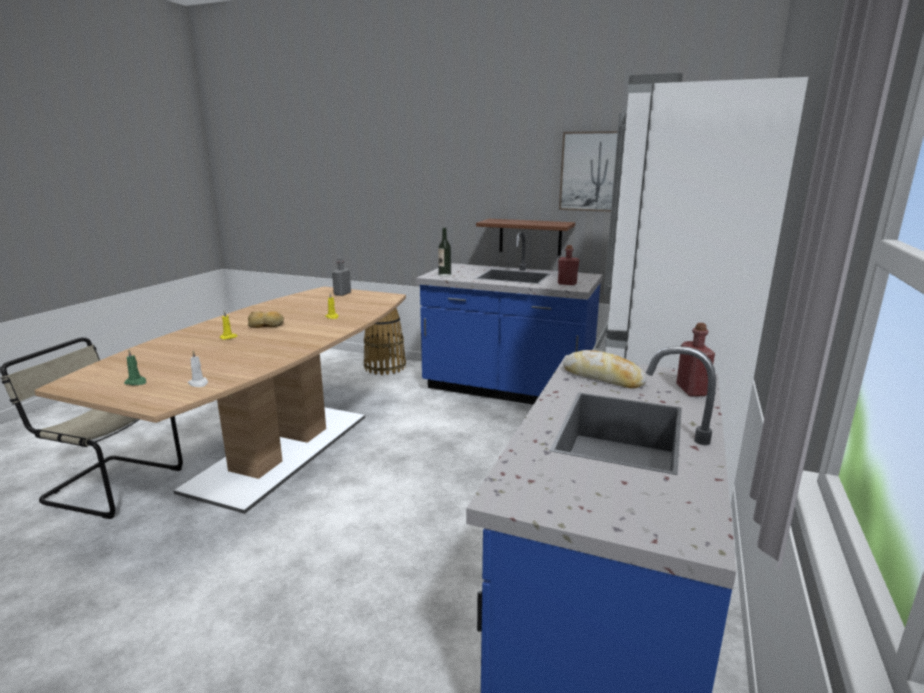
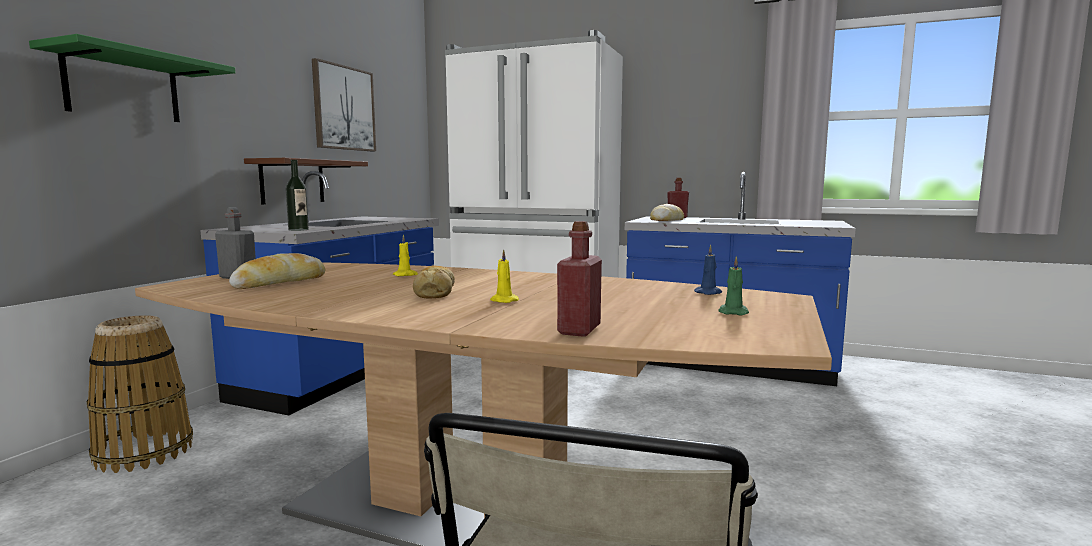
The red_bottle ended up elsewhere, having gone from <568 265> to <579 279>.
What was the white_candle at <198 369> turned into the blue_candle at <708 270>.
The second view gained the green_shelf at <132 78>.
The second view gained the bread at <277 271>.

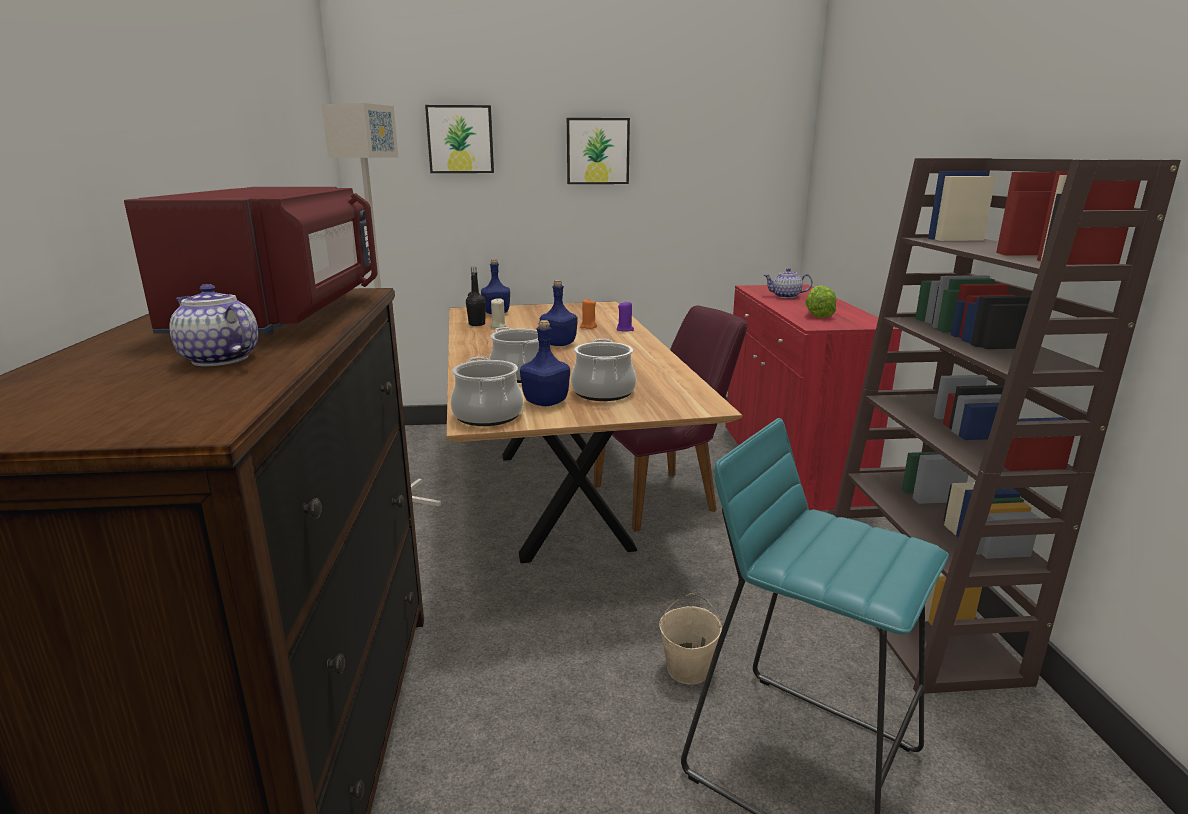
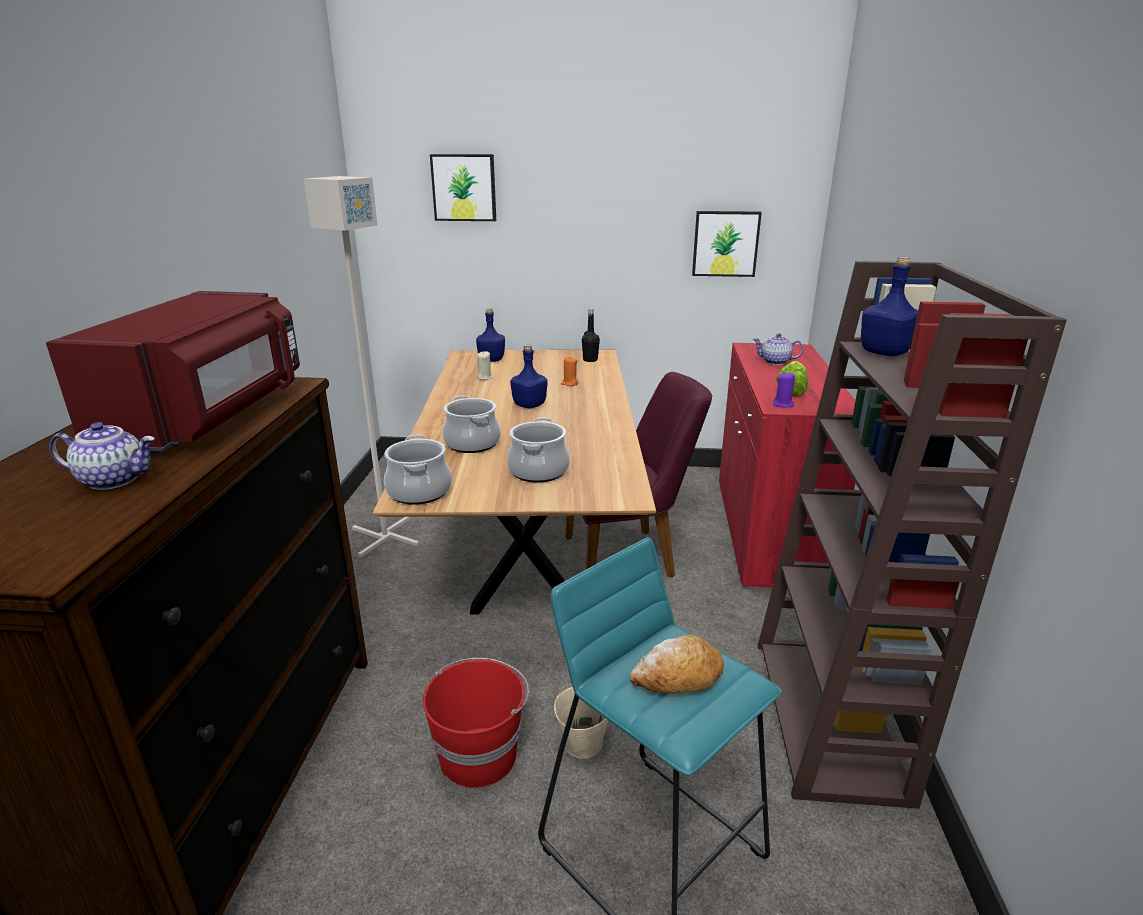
The picture ended up elsewhere, having gone from <598 151> to <727 244>.
The black_bottle ended up elsewhere, having gone from <476 296> to <591 335>.
The teapot at <214 325> ended up facing another way, 135 degrees clockwise from before.
The purple_candle ended up elsewhere, having gone from <625 316> to <784 389>.
The blue_bottle ended up elsewhere, having gone from <545 363> to <889 306>.
The second view gained the bread at <677 664>.
The second view gained the red_bucket at <476 723>.

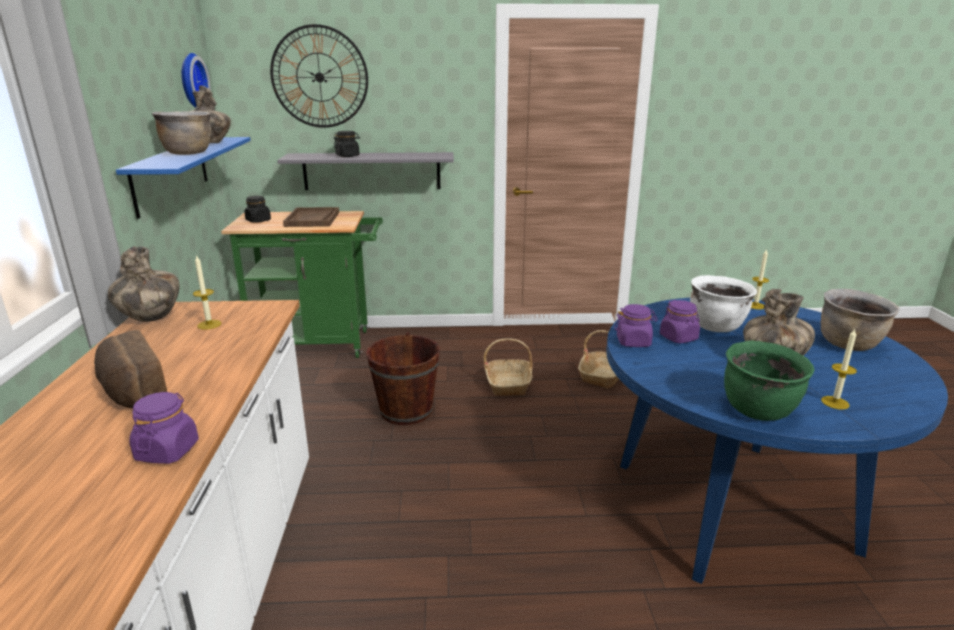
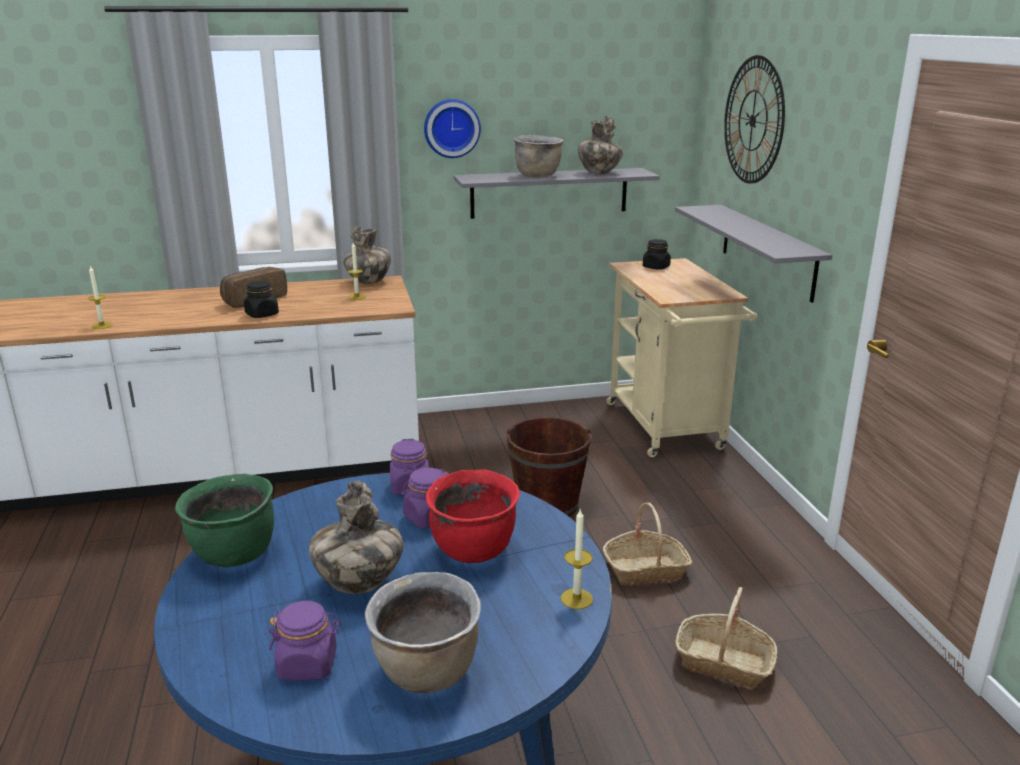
The wall_clock ended up elsewhere, having gone from <196 80> to <452 128>.
The black_jar ended up elsewhere, having gone from <347 144> to <261 299>.
What was the blue_shelf at <183 178> turned into the grey_shelf at <557 193>.
The second view lost the brown_tray at <311 217>.
What was the green_cart at <302 284> turned into the beige_cart at <682 357>.
What was the white_cooking_pot at <723 303> turned into the red_cooking_pot at <473 516>.
The candle ended up elsewhere, having gone from <839 369> to <100 297>.
The purple_jar ended up elsewhere, having gone from <164 428> to <304 641>.

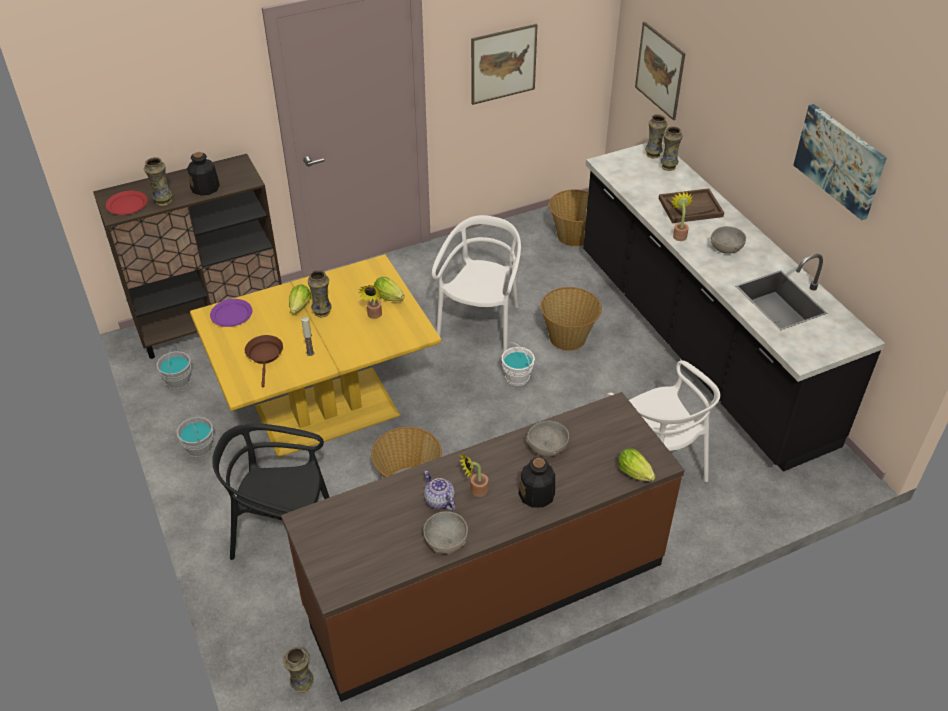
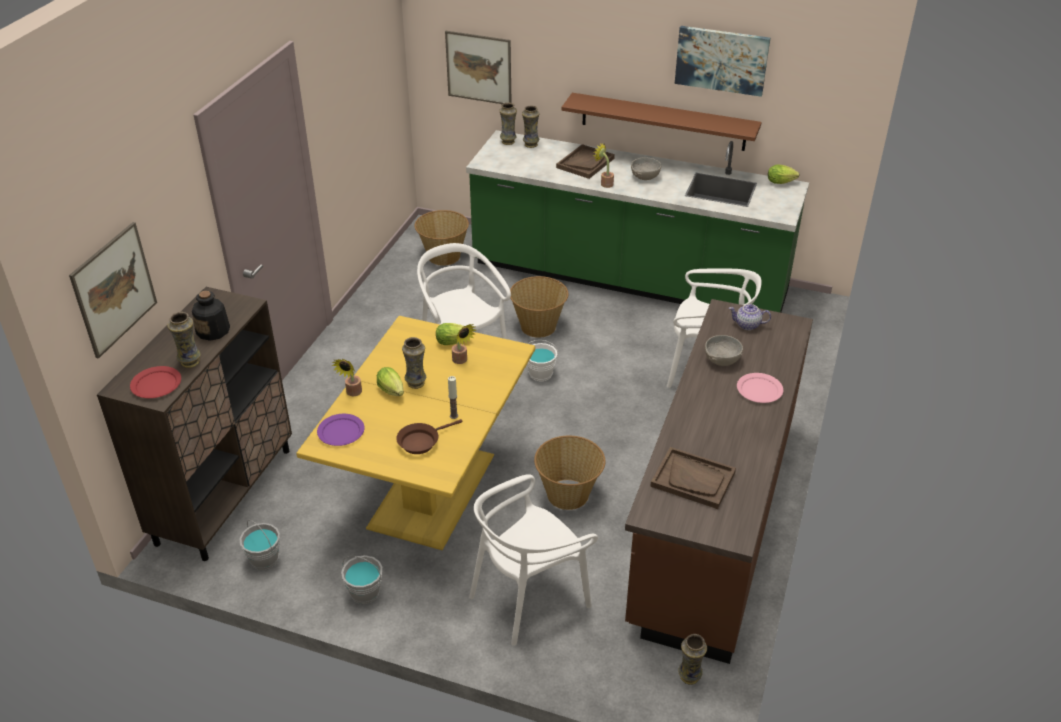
The picture ended up elsewhere, having gone from <504 64> to <113 290>.
What was the black_counter at <734 307> turned into the green_counter at <637 221>.
The brown_frying_pan at <264 361> ended up facing another way, 75 degrees counterclockwise from before.
What was the black_chair at <271 491> turned into the white_chair at <533 560>.
The lettuce ended up elsewhere, having gone from <637 465> to <783 174>.
The potted_plant ended up elsewhere, having gone from <474 475> to <347 377>.
Where the bottle stood at <536 482>, the pink_plate came to stand at <760 388>.
The teapot ended up elsewhere, having gone from <439 491> to <750 317>.
The second view lost the grey_bowl at <445 532>.
The second view gained the brown_shelf at <662 122>.
The second view gained the brown_tray at <693 478>.

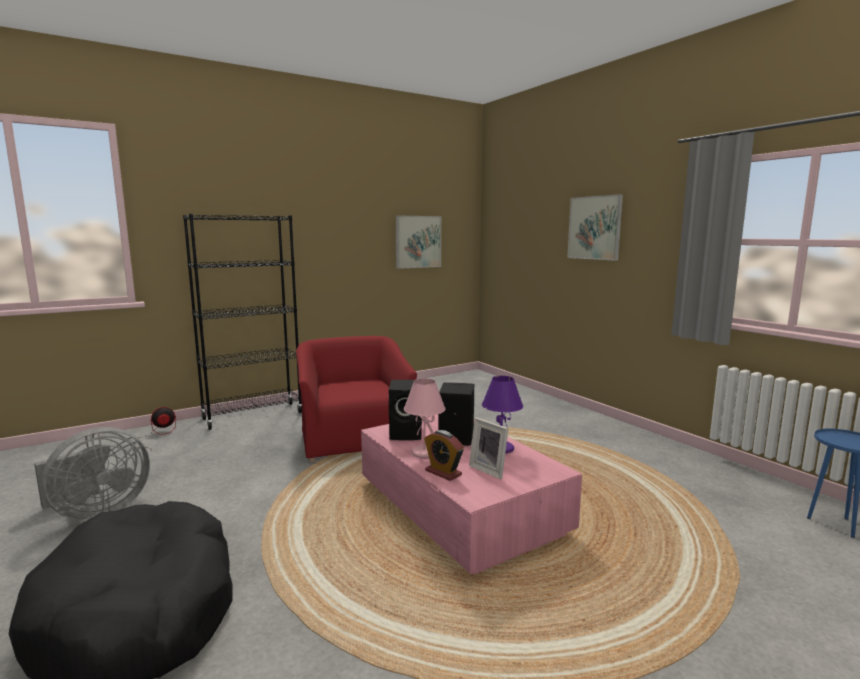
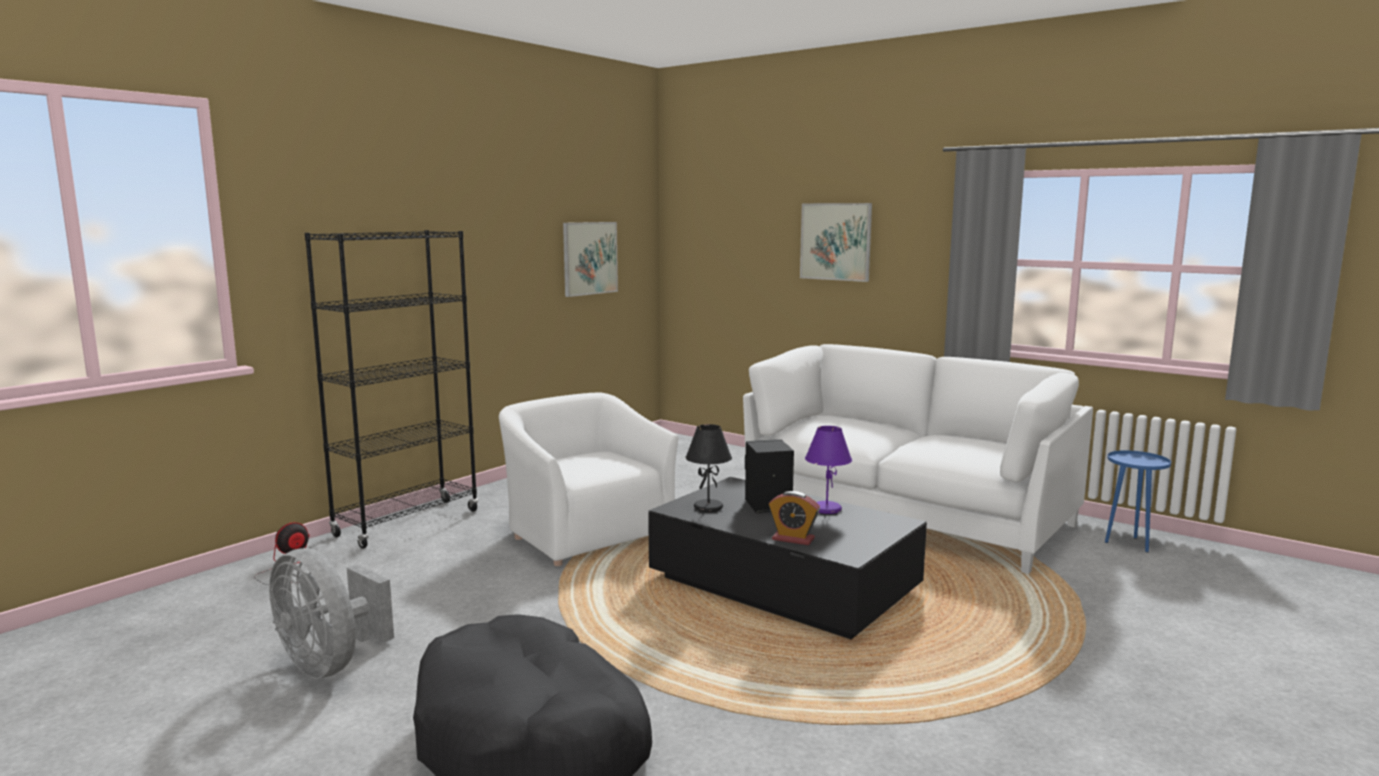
What was the red_armchair at <356 399> turned into the white_armchair at <589 479>.
The second view lost the pink_table_lamp at <425 418>.
Where the black_speaker stood at <405 410>, the black_table_lamp came to stand at <708 468>.
What was the pink_coffee_table at <471 494> turned into the black_coffee_table at <787 558>.
The second view lost the picture_frame at <489 448>.
The grey_fan at <92 474> ended up facing another way, 105 degrees clockwise from before.
The second view gained the white_sofa at <918 459>.

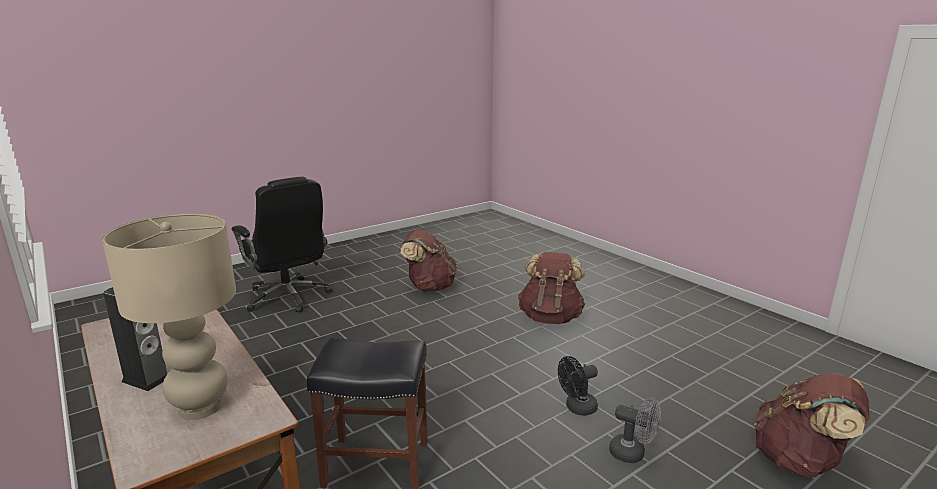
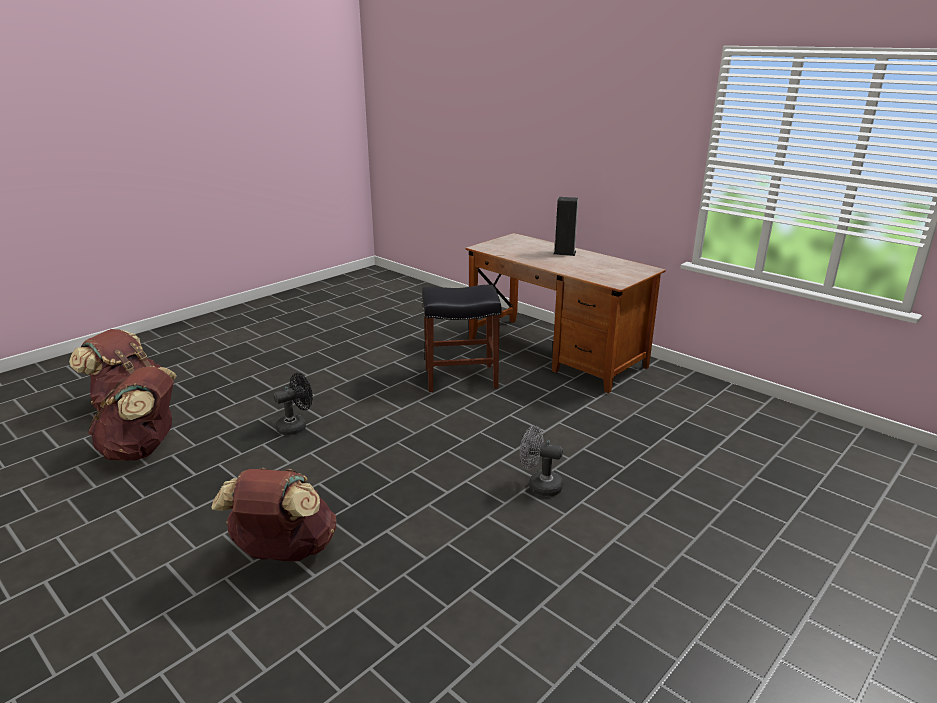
The second view lost the black_office_chair at <282 245>.
The second view lost the beige_table_lamp at <169 317>.
The brown_backpack ended up elsewhere, having gone from <429 261> to <132 413>.
The grey_fan ended up elsewhere, having gone from <635 430> to <541 460>.

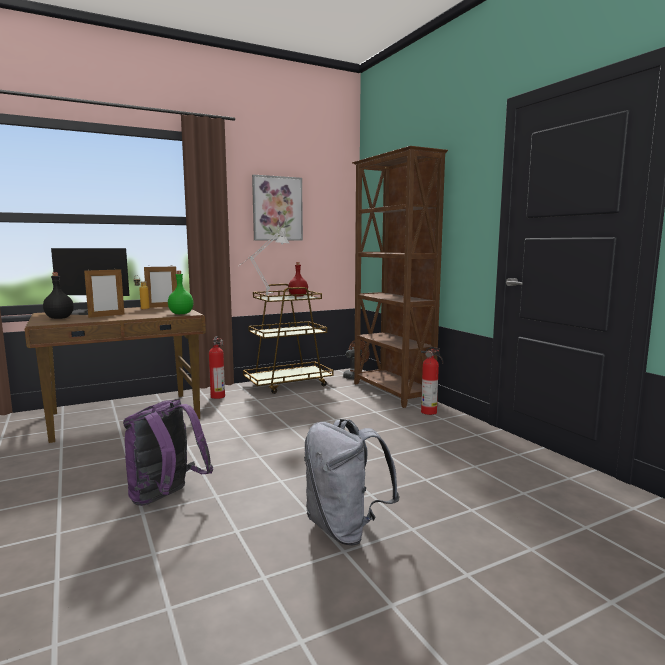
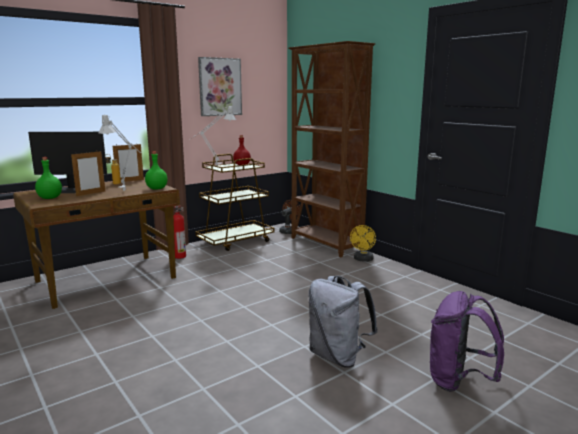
What was the black_bottle at <58 295> turned into the green_bottle at <48 178>.
Where the fire_extinguisher stood at <432 381>, the yellow_fan came to stand at <363 243>.
The purple_backpack ended up elsewhere, having gone from <168 453> to <467 341>.
The second view gained the grey_table_lamp at <119 152>.

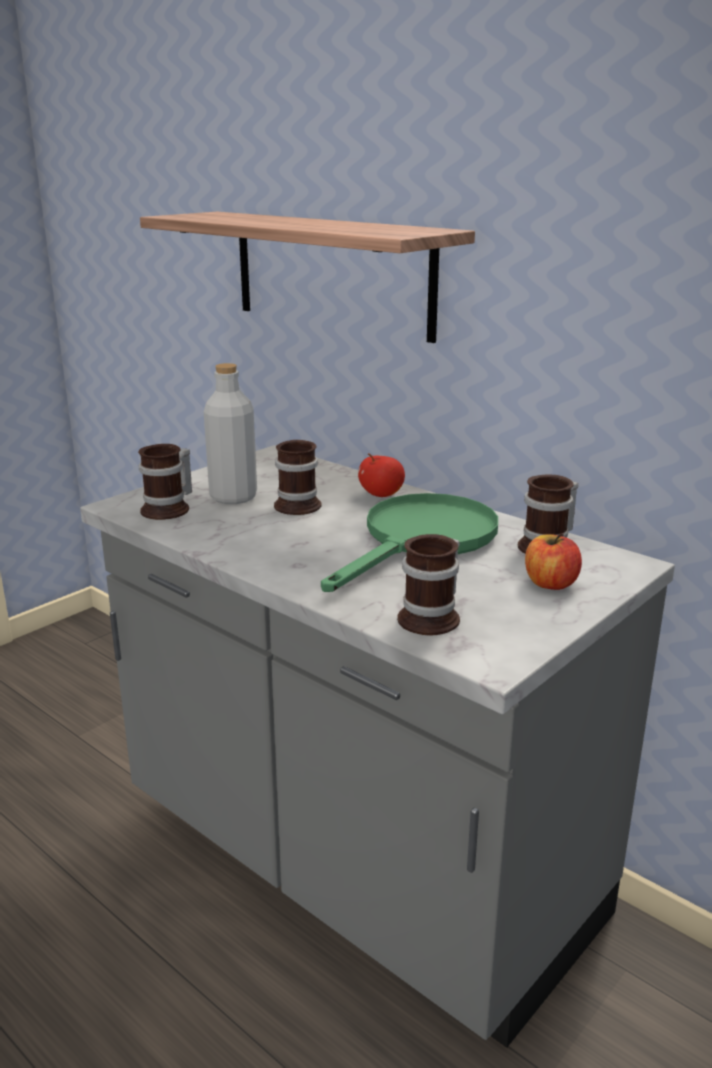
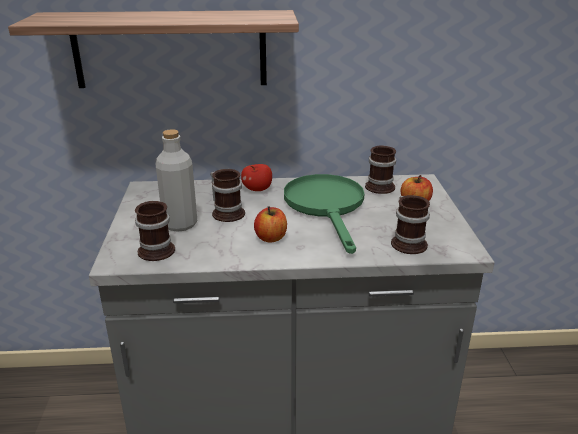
The second view gained the apple at <270 224>.

